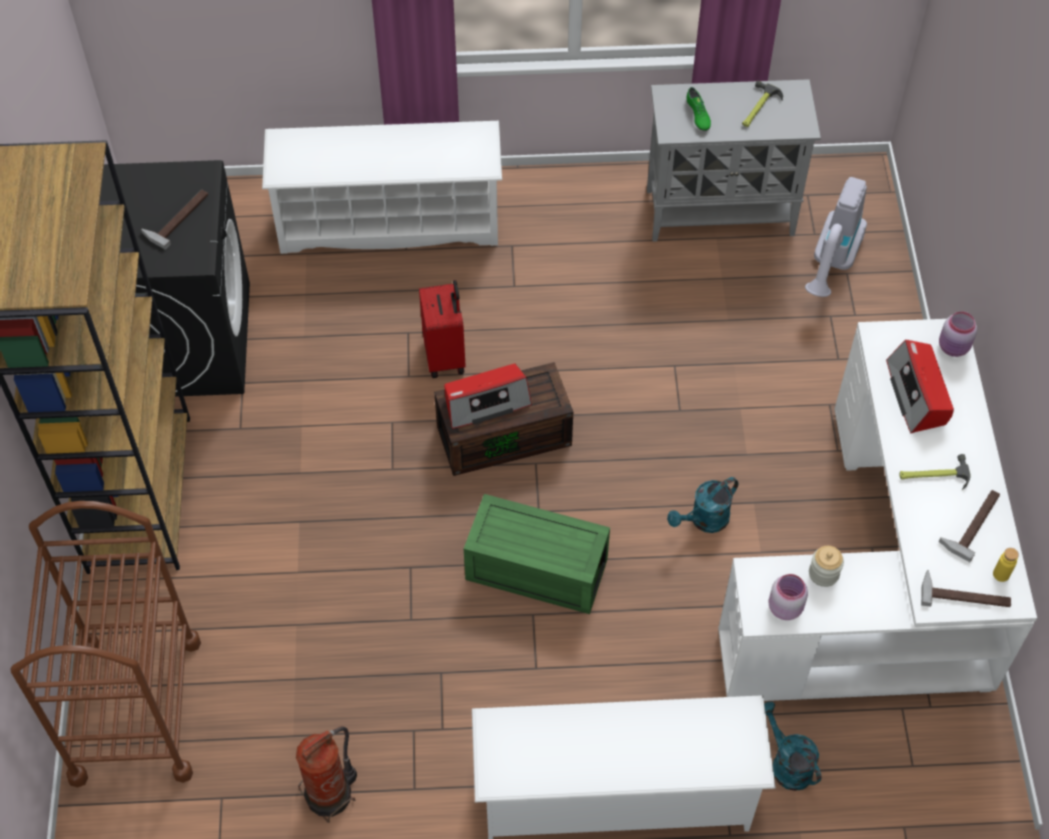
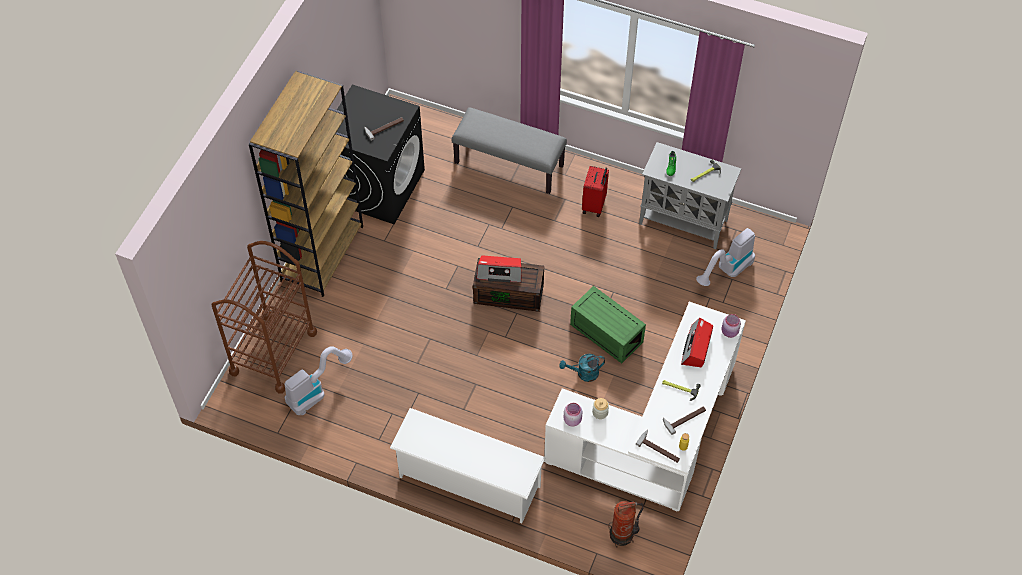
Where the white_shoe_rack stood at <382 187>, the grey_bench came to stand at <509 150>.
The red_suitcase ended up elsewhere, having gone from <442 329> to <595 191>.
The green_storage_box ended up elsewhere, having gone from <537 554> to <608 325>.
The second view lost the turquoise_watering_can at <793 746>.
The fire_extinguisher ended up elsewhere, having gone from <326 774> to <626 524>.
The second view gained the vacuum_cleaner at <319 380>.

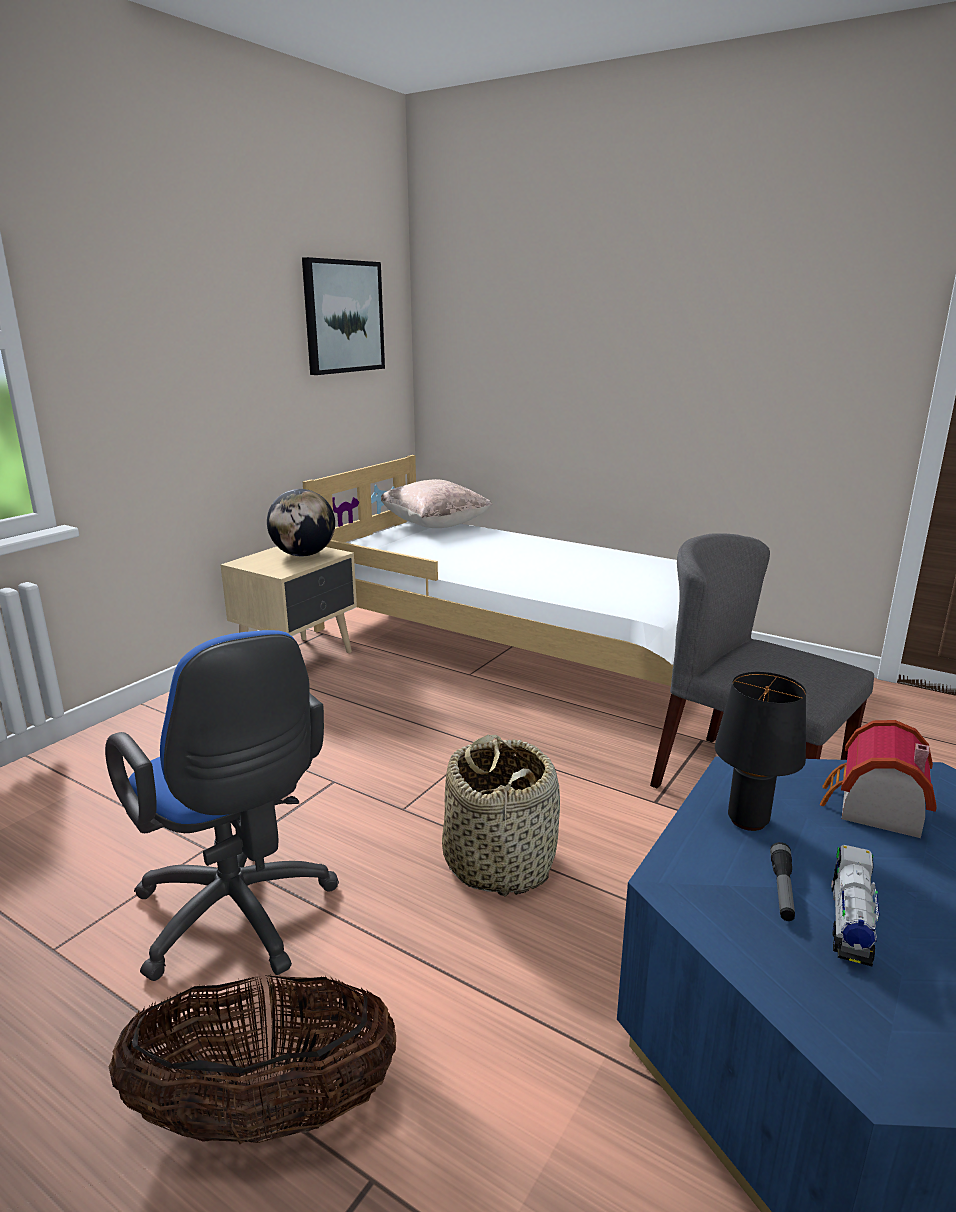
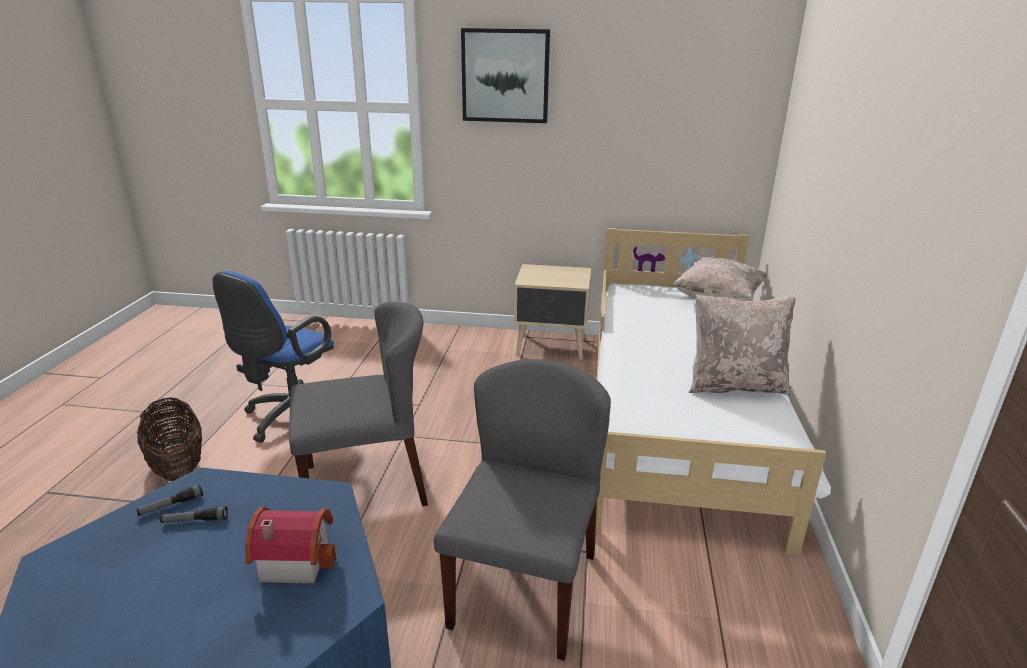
The picture ended up elsewhere, having gone from <343 316> to <505 75>.
The second view lost the globe at <301 522>.
The second view lost the black_table_lamp at <760 751>.
Where the basket stood at <501 816>, the grey_chair came to stand at <358 404>.
The second view lost the toy_truck at <855 905>.
The second view gained the beige_pillow at <742 345>.
The second view gained the flashlight at <169 500>.

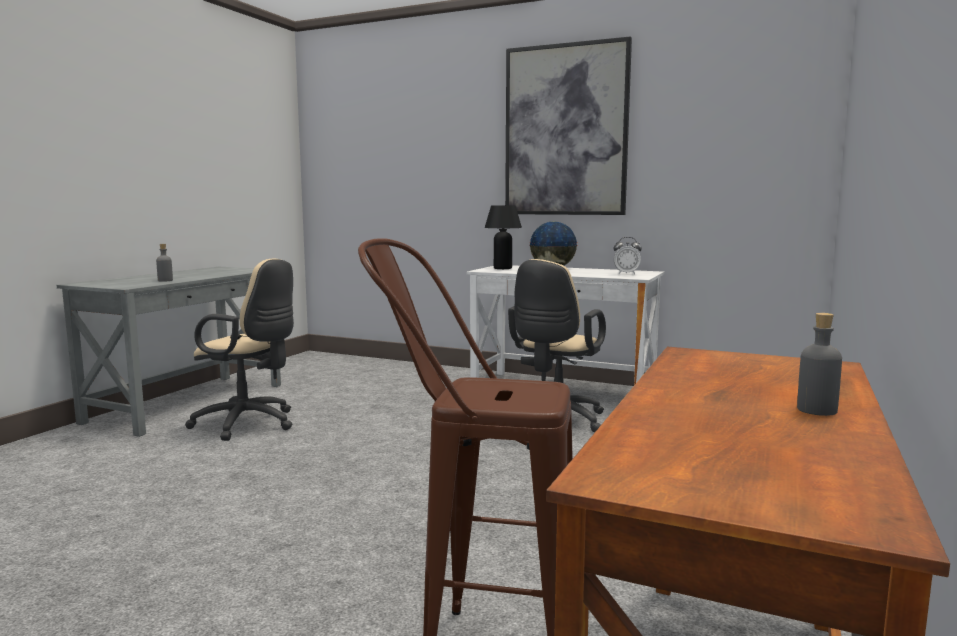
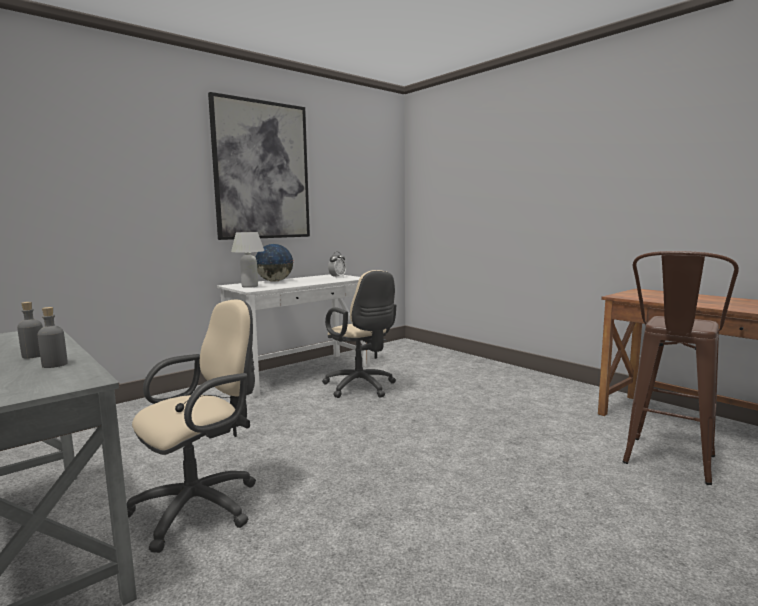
What was the black_table_lamp at <503 237> turned into the white_table_lamp at <247 260>.
The grey_bottle ended up elsewhere, having gone from <819 364> to <30 330>.

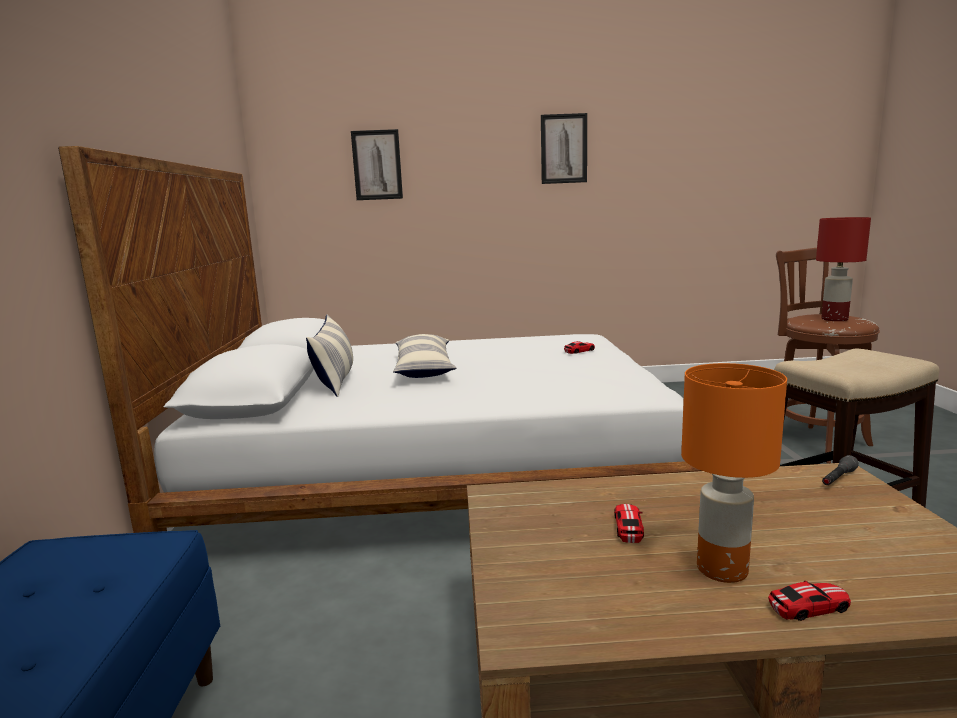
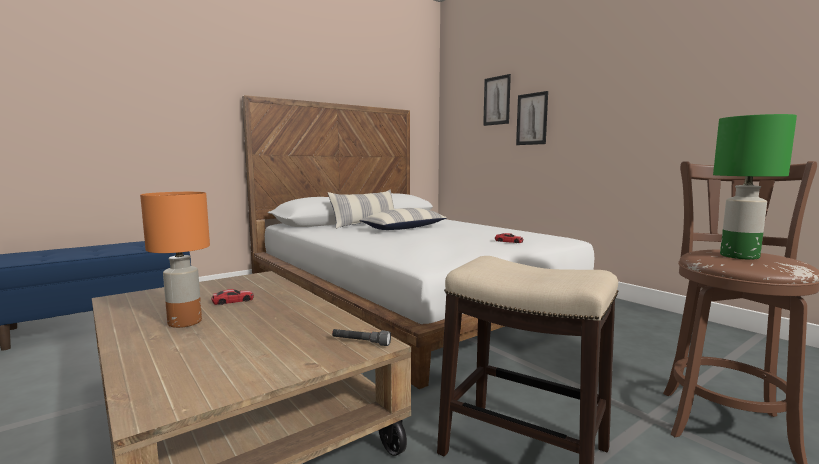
The picture ended up elsewhere, having gone from <564 148> to <532 118>.
What was the red_table_lamp at <843 269> turned into the green_table_lamp at <755 187>.
The second view lost the toy_car at <809 601>.

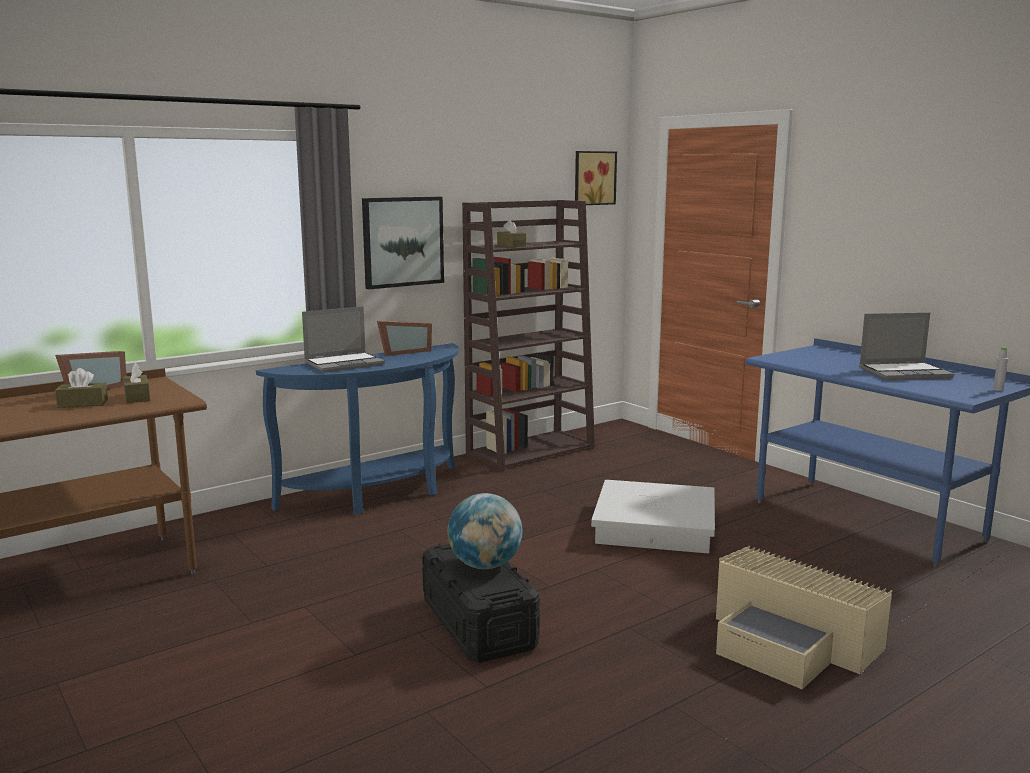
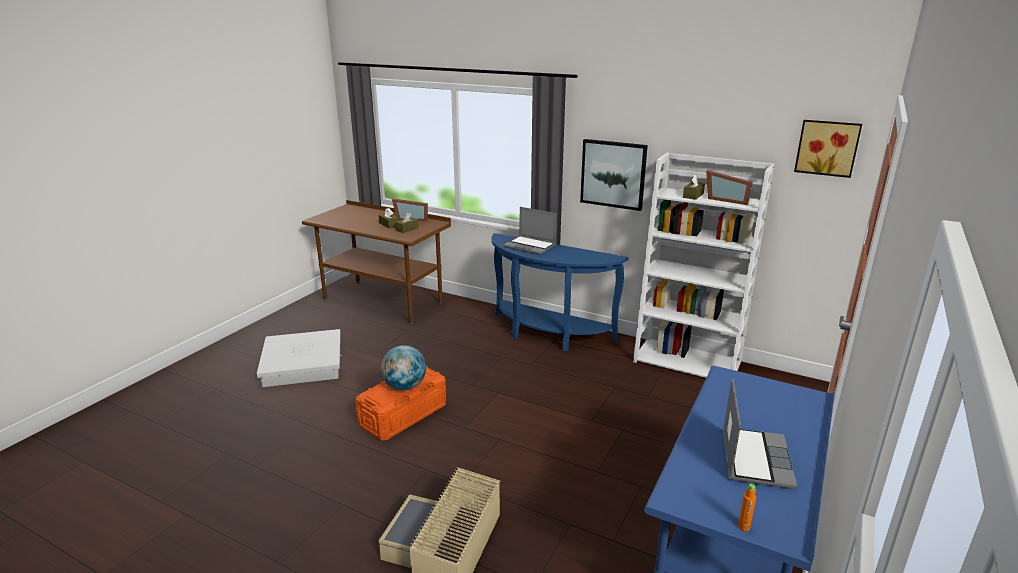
What was the brown_bookcase at <528 335> turned into the white_bookcase at <703 265>.
The laptop at <906 346> ended up facing another way, 135 degrees counterclockwise from before.
The picture_frame ended up elsewhere, having gone from <404 338> to <729 187>.
What was the grey_bottle at <1001 369> turned into the orange_bottle at <747 507>.
The white_storage_box ended up elsewhere, having gone from <653 516> to <299 358>.
What was the black_storage_box at <481 603> turned into the orange_storage_box at <400 403>.

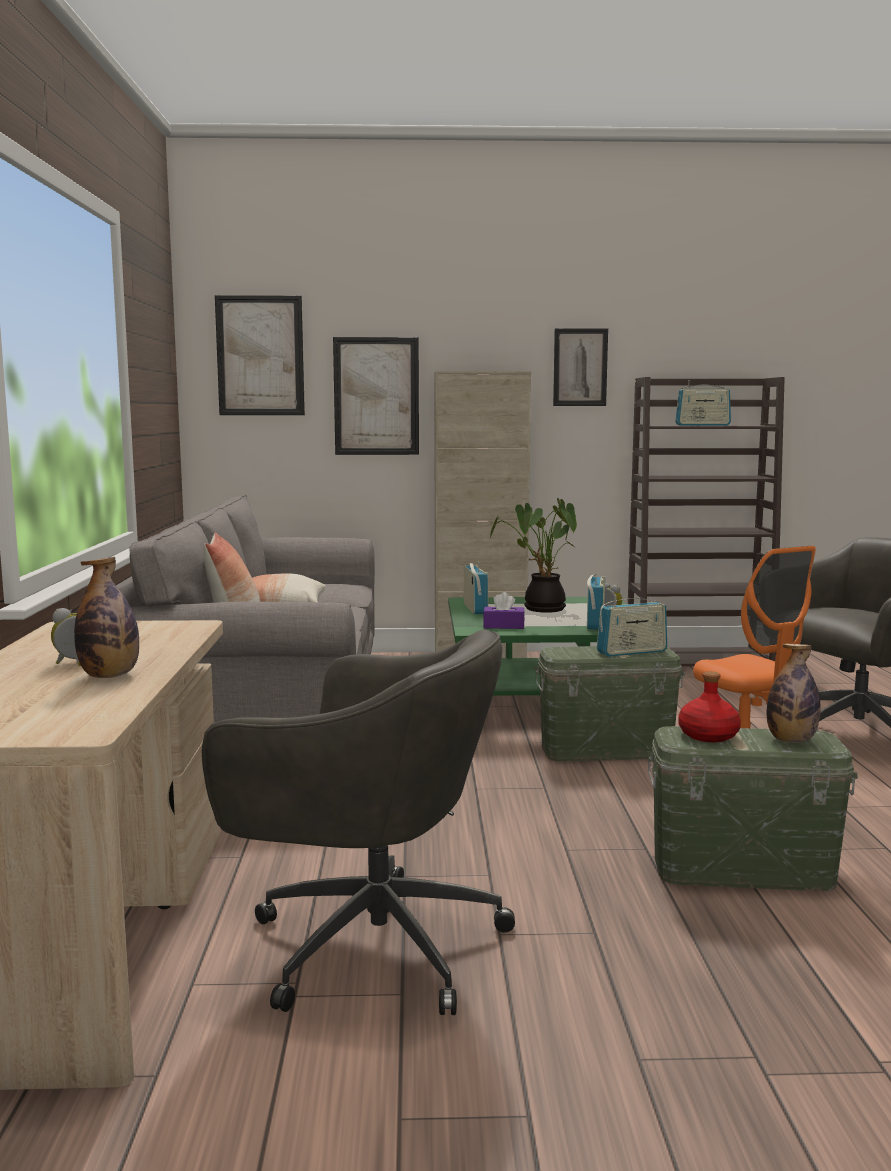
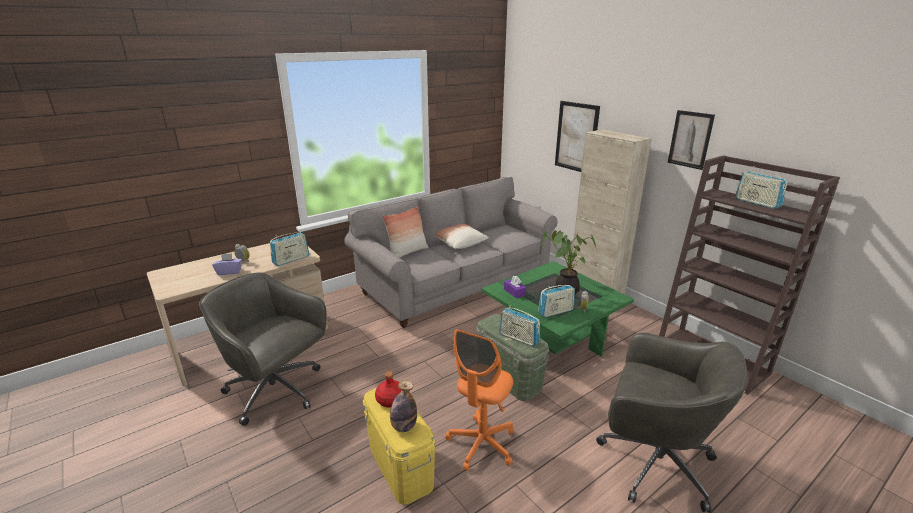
The second view lost the picture at <260 355>.
Where the bottle stood at <106 617>, the purple_tissue_box came to stand at <227 264>.
The radio ended up elsewhere, having gone from <476 588> to <289 249>.
The grey_office_chair at <358 822> ended up facing another way, 135 degrees clockwise from before.
What was the green_storage_box at <752 808> turned into the yellow_storage_box at <399 446>.

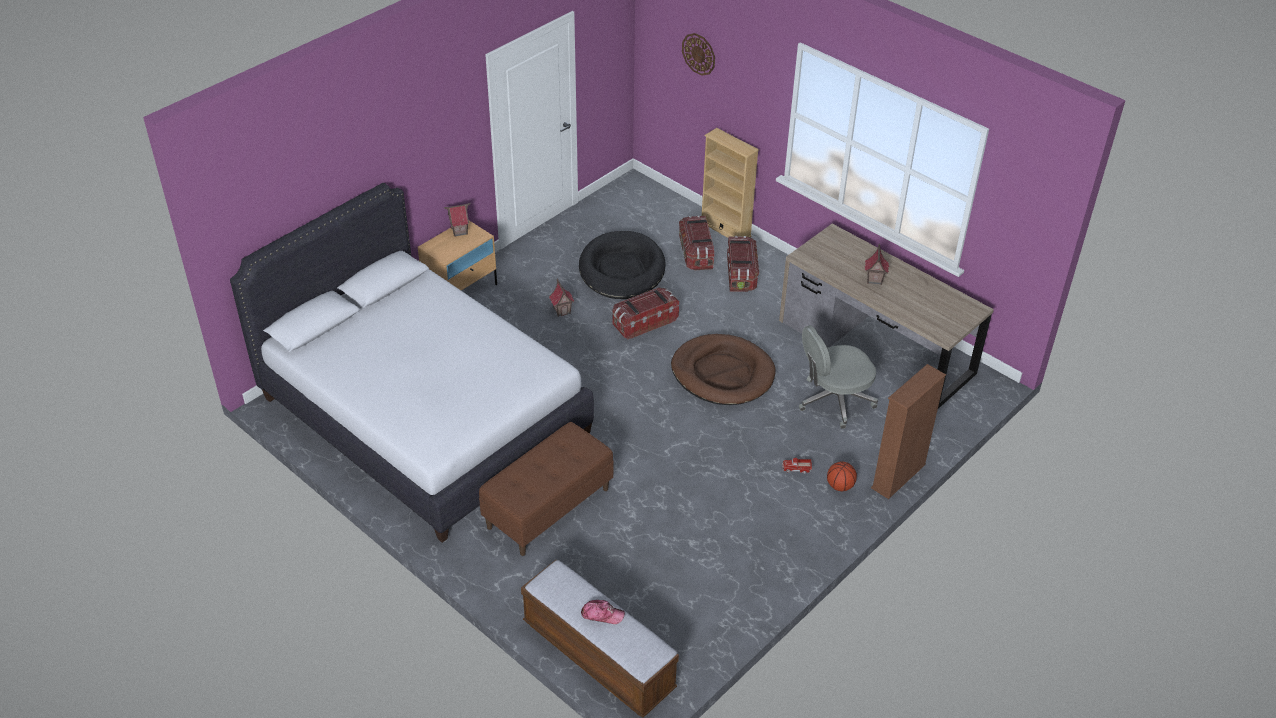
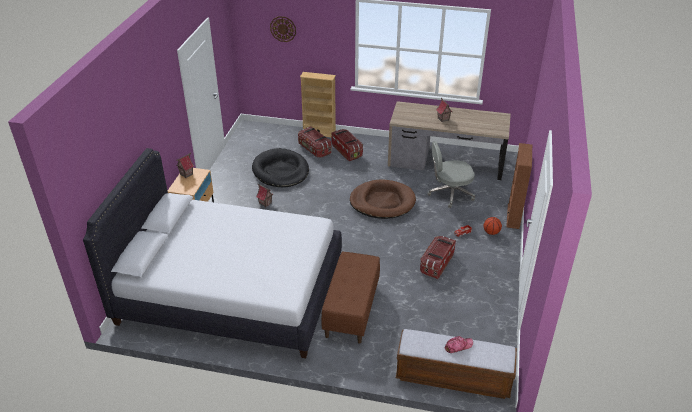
The storage_box ended up elsewhere, having gone from <646 314> to <438 257>.
The grey_office_chair at <838 377> ended up facing another way, 45 degrees clockwise from before.

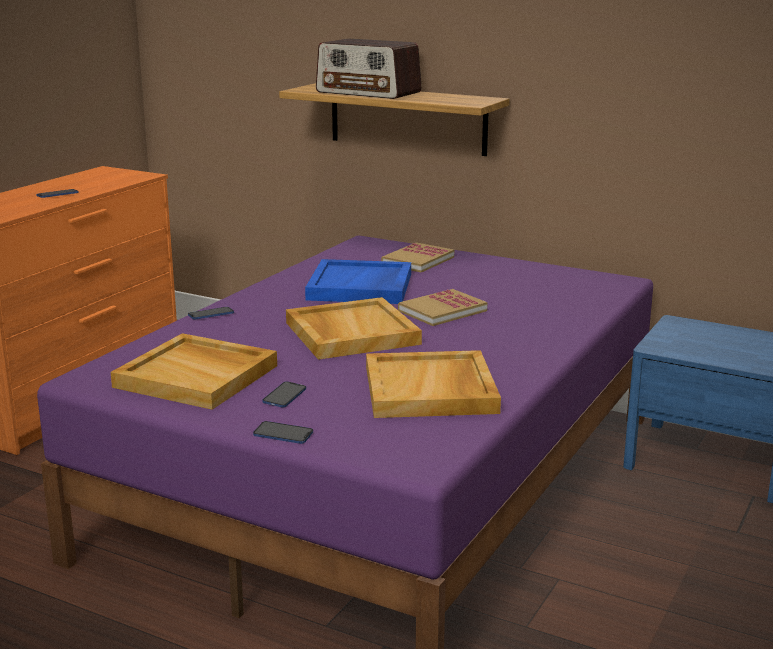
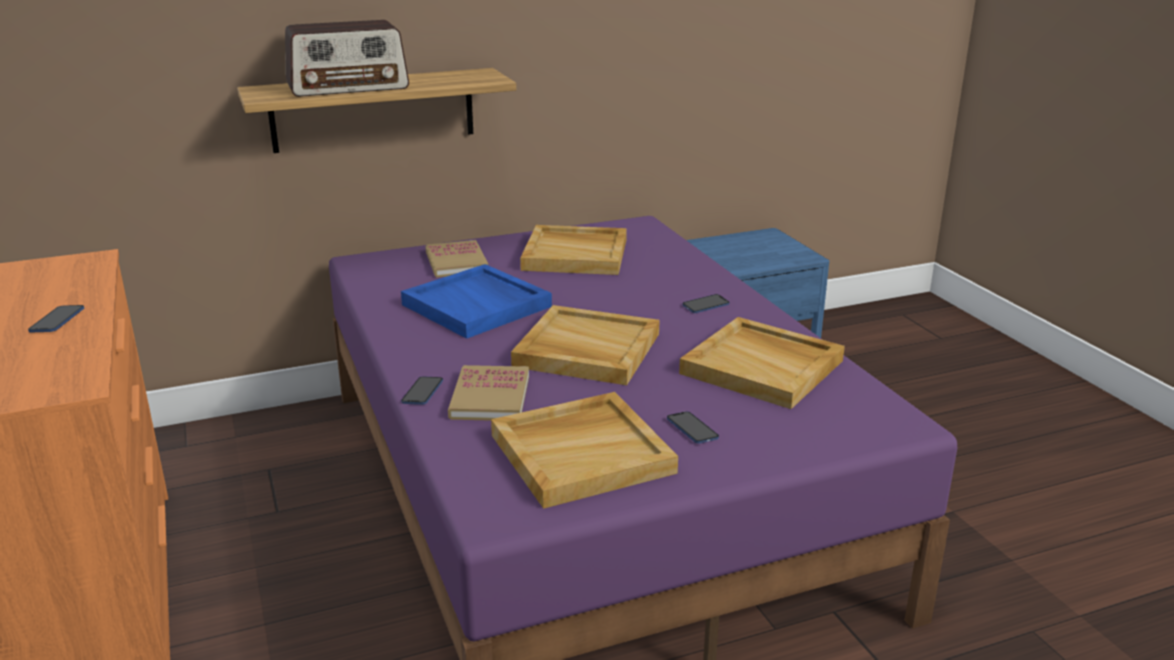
The book ended up elsewhere, having gone from <443 307> to <488 393>.
The phone ended up elsewhere, having gone from <283 432> to <705 303>.
The second view gained the beige_tray at <573 250>.

